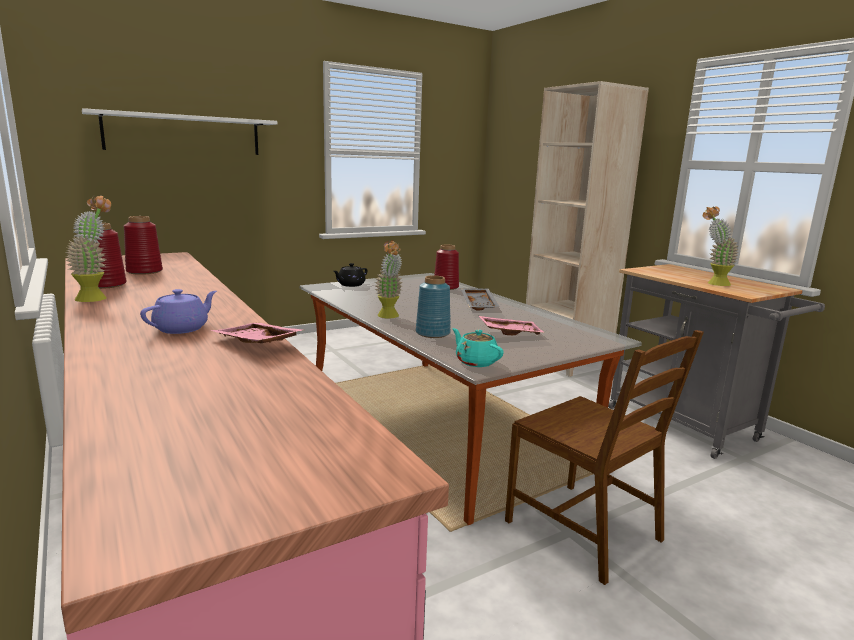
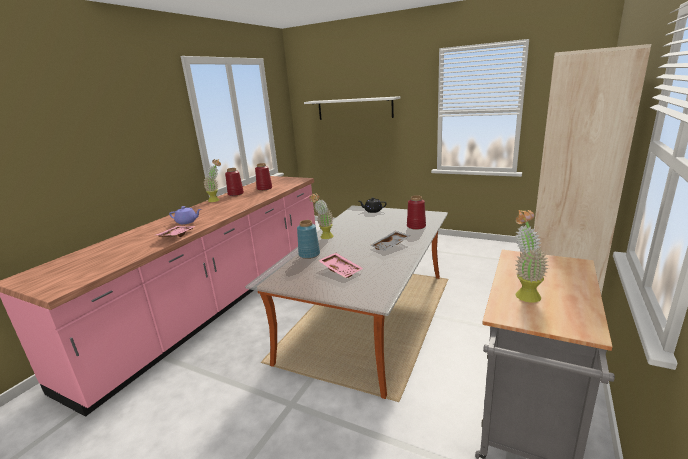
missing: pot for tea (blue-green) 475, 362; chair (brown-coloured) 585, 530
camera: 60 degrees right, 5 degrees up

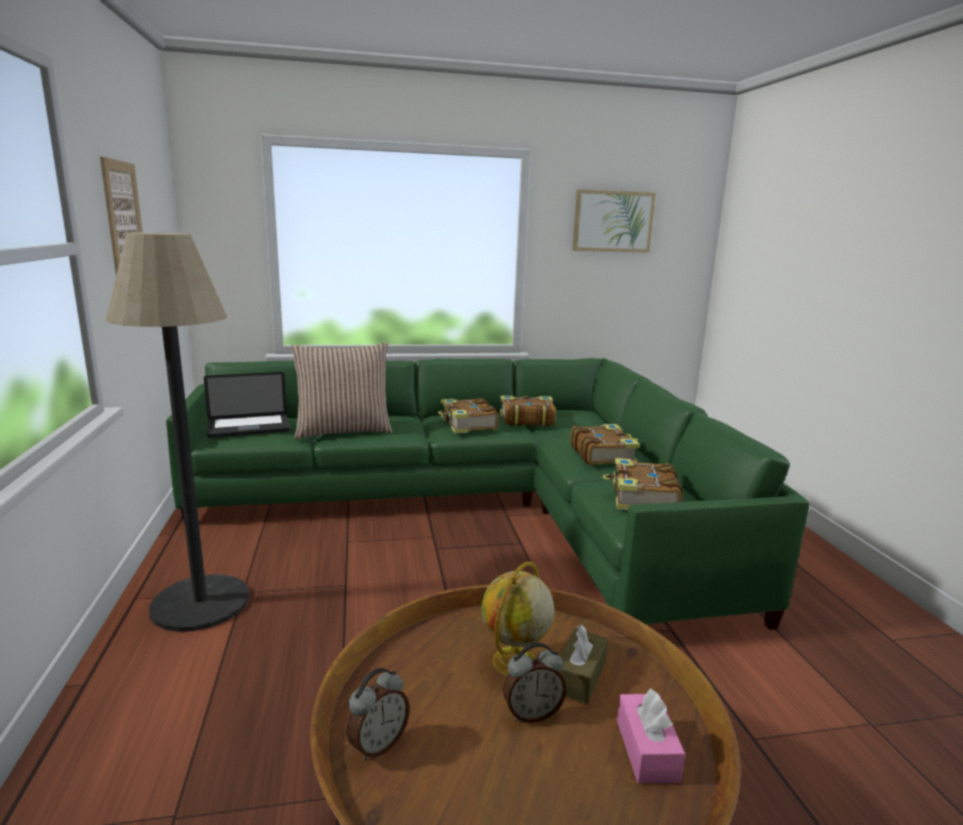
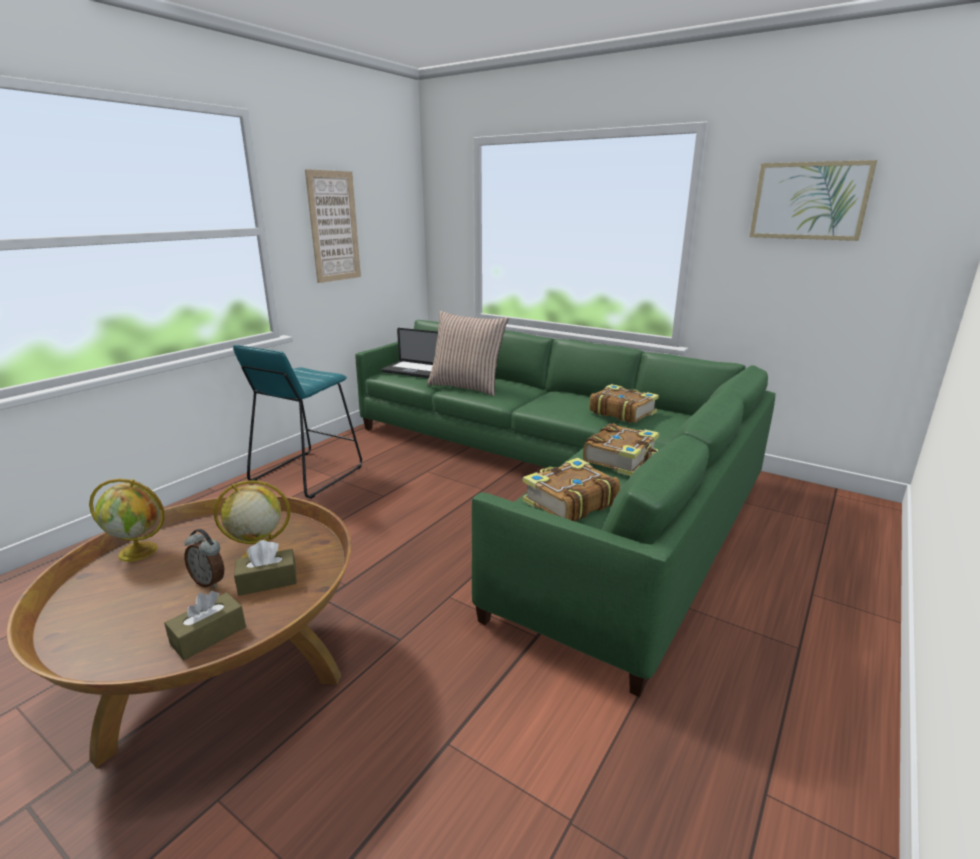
missing: volume 467, 424
exchanged: bedside clock 378, 745 to desk globe 139, 551; standard lamp 200, 603 to sitting stool (blue-green) 307, 474
colour: box of tissues (pink-coloured) 647, 750 to box of tissues (brown-coloured) 208, 635
camera: 45 degrees right, 5 degrees up

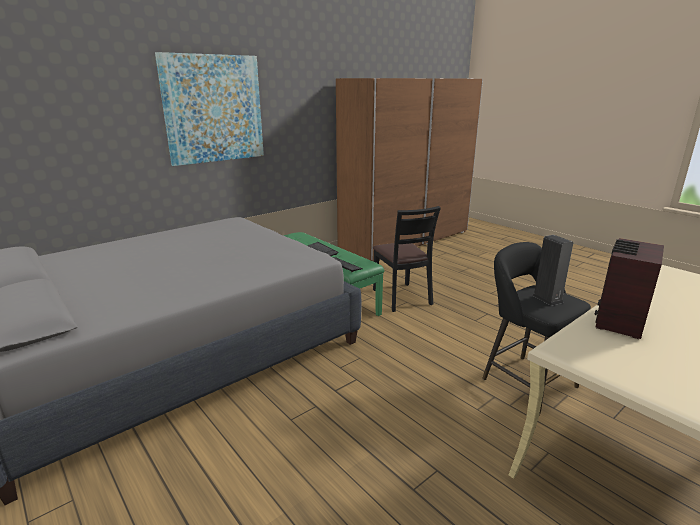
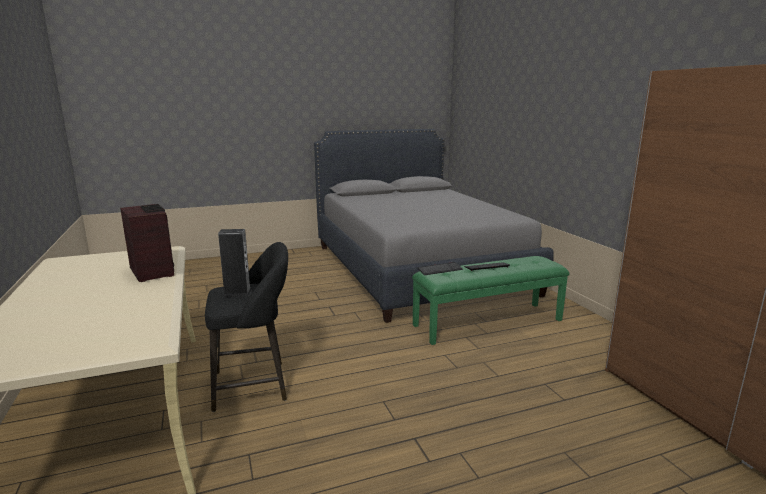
missing: wall picture 214, 109; chair (black) 401, 297
camera: 110 degrees right, 5 degrees down

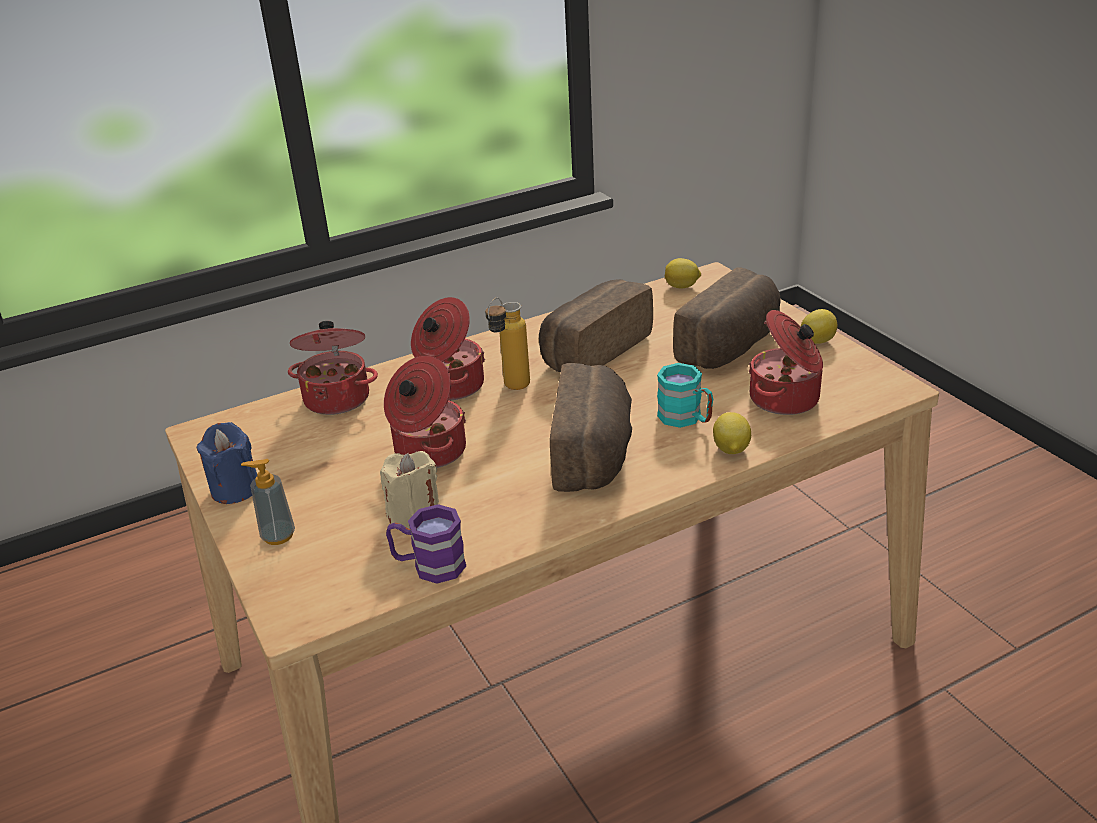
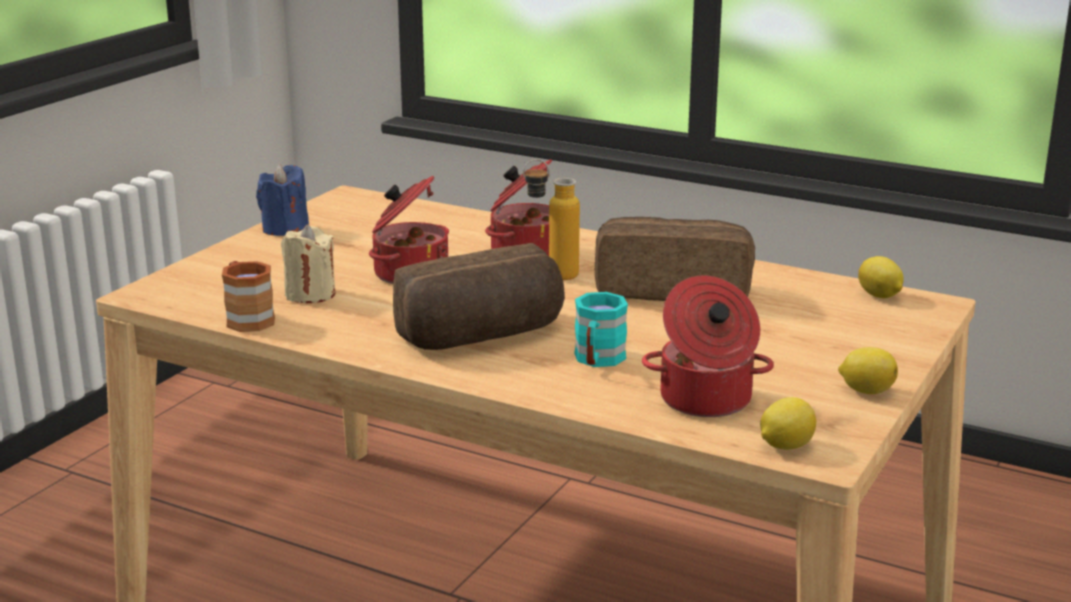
missing: liquid soap bottle 278, 536; cooking pot 338, 398; bakery bread 732, 347
relocated: whole lemon 730, 449 to 785, 446
colour: coffee mug (purple-coloured) 429, 566 to coffee mug (brown-coloured) 247, 318
camera: 55 degrees right, 10 degrees down

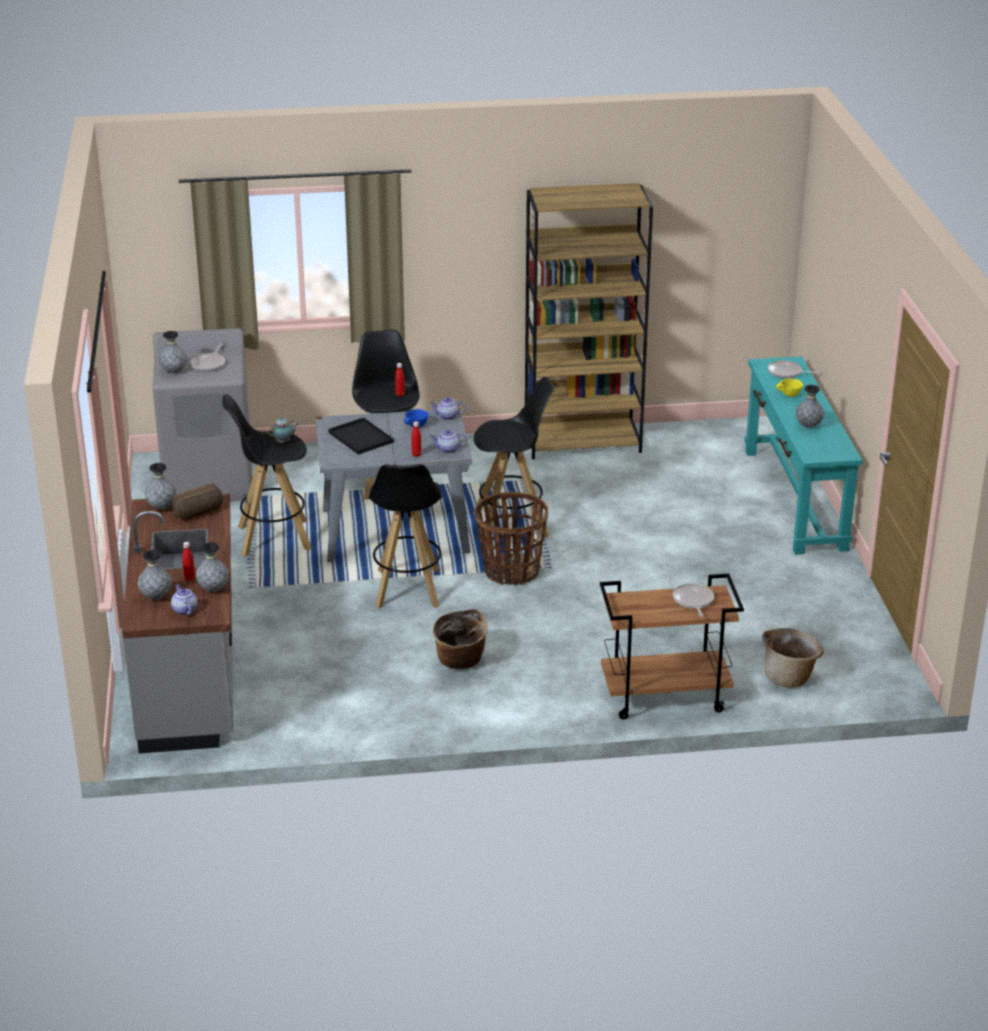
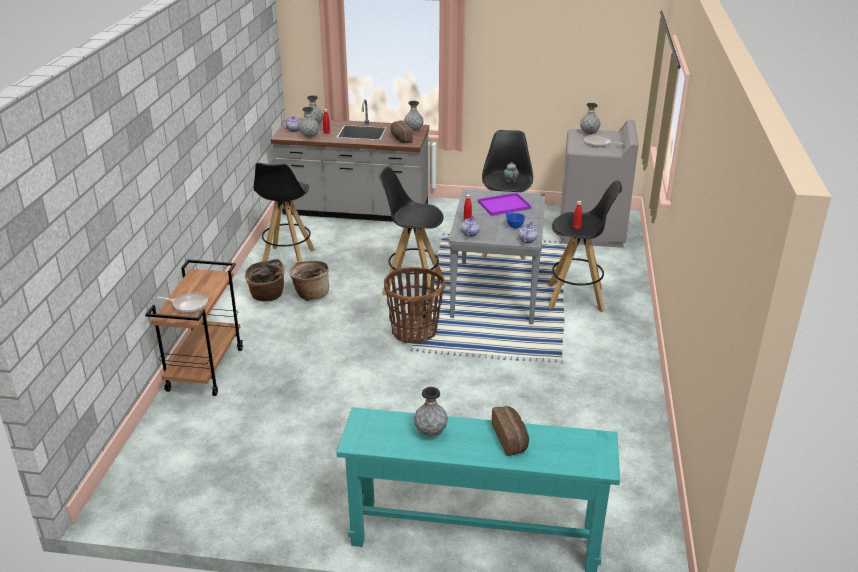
missing: shelving unit (brown-coloured) 583, 442; frying pan 786, 373
relocated: storage basket 789, 677 to 267, 296; sitting stool (black) 512, 525 to 287, 260
exchanged: bowl (yellow-coloured) 789, 395 to bakery bread 511, 439
colour: tray (black) 359, 437 to tray (purple-coloured) 504, 205
camera: 105 degrees right, 0 degrees up

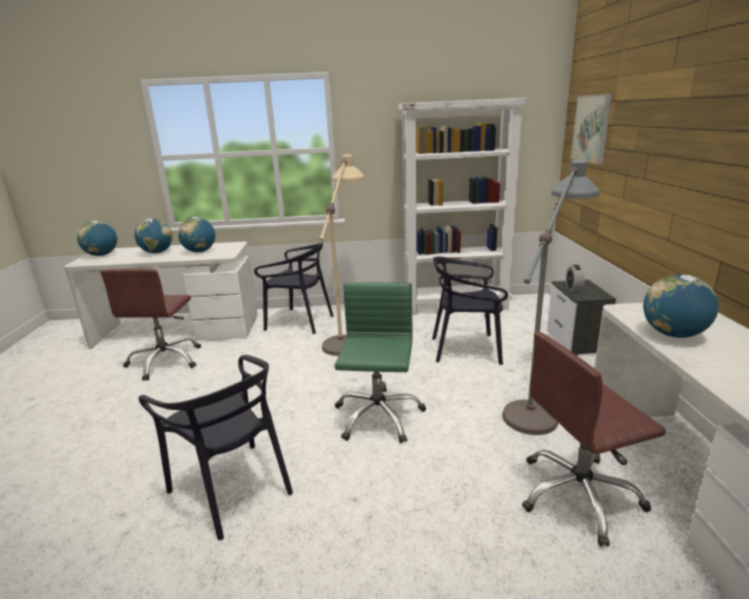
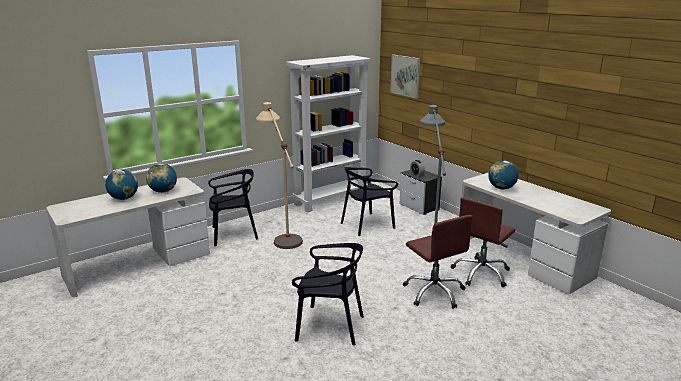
missing: desk globe 102, 255; desk chair (green-coloured) 378, 416
relocated: desk chair (brown-coloured) 165, 361 to 434, 292
camera: 35 degrees left, 0 degrees up

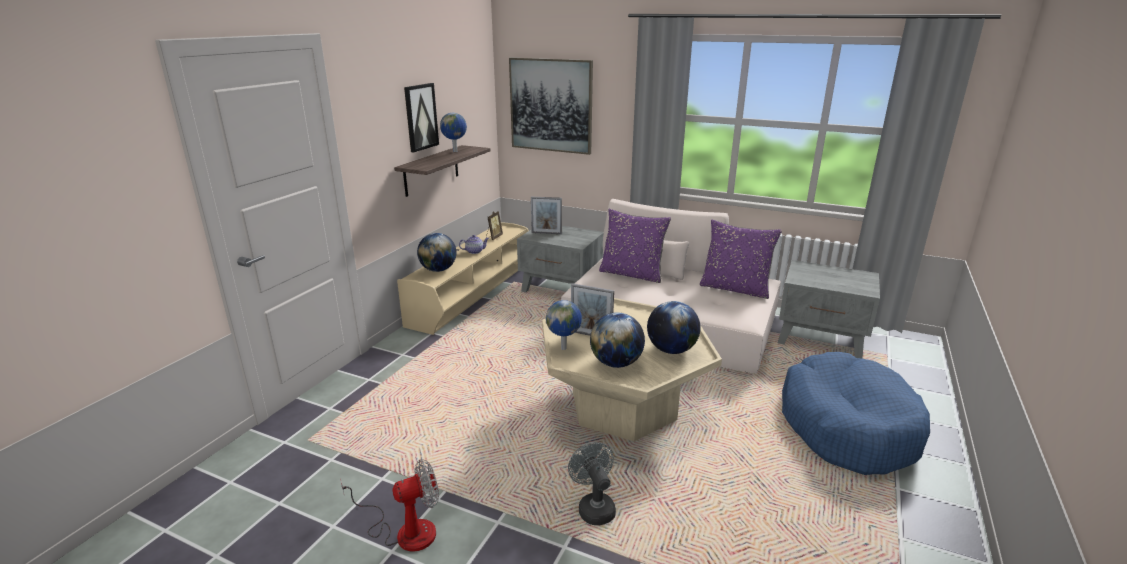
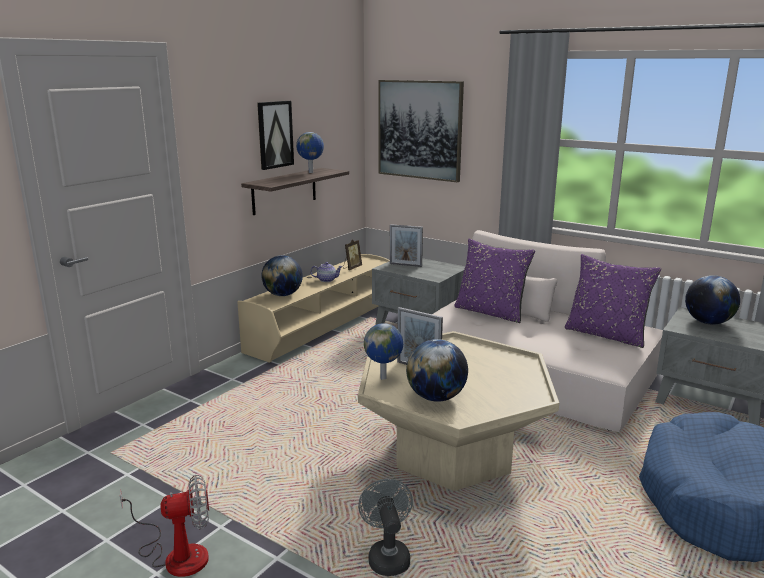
relocated: desk globe 671, 350 to 708, 322
camera: 10 degrees right, 5 degrees down

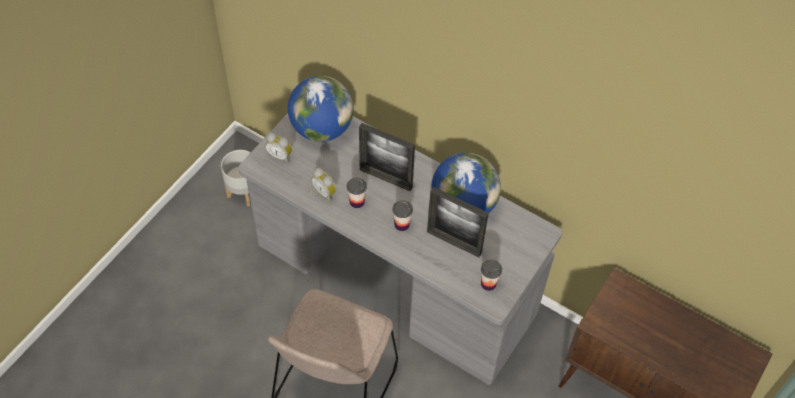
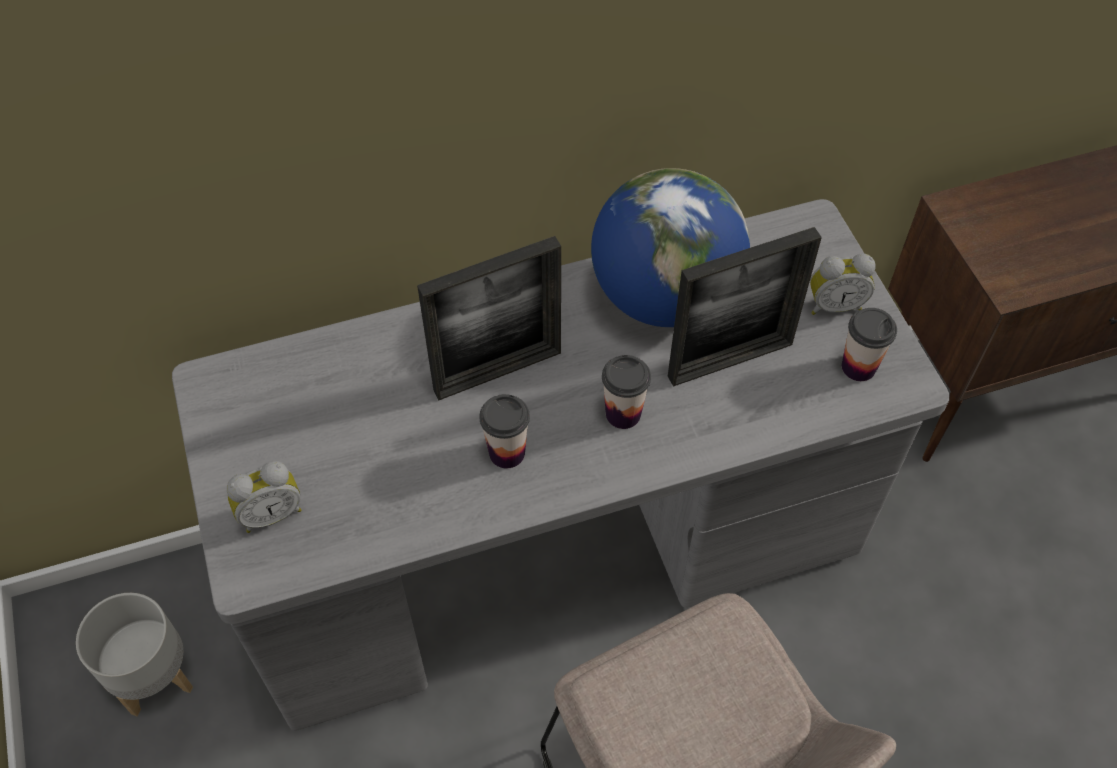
missing: desk globe 322, 129
relocated: bedside clock 325, 192 to 834, 304
camera: 50 degrees left, 0 degrees up

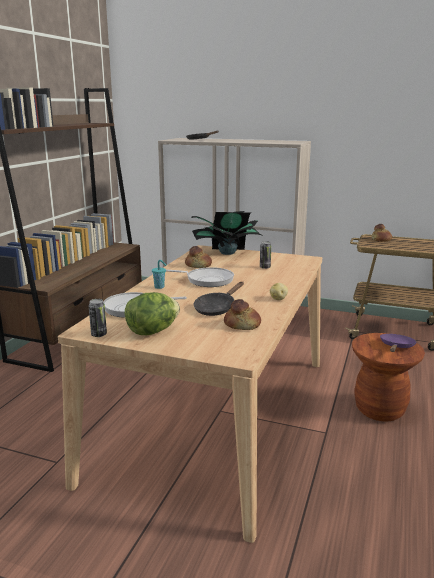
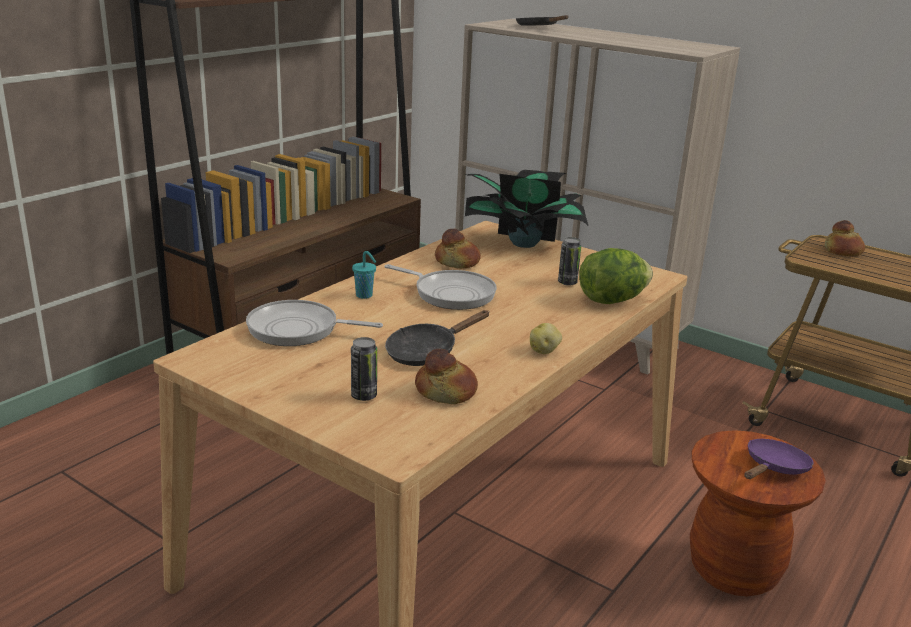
relocated: sealed can 99, 334 to 364, 396; head of lettuce 152, 331 to 612, 300
camera: 15 degrees right, 5 degrees up

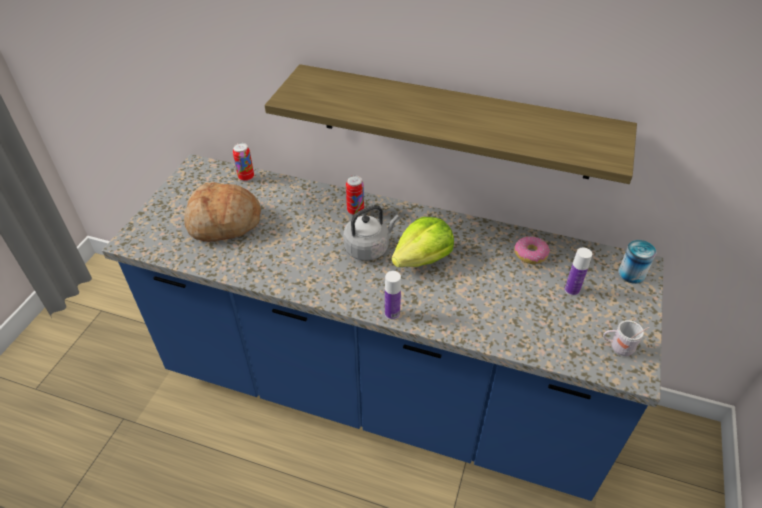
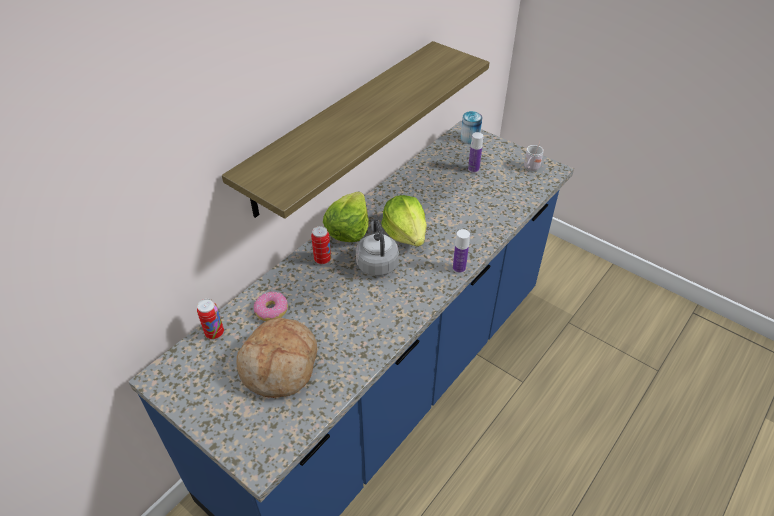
appeared: head of lettuce 348, 229
relocated: donut 530, 254 to 271, 310
camera: 70 degrees left, 0 degrees up

